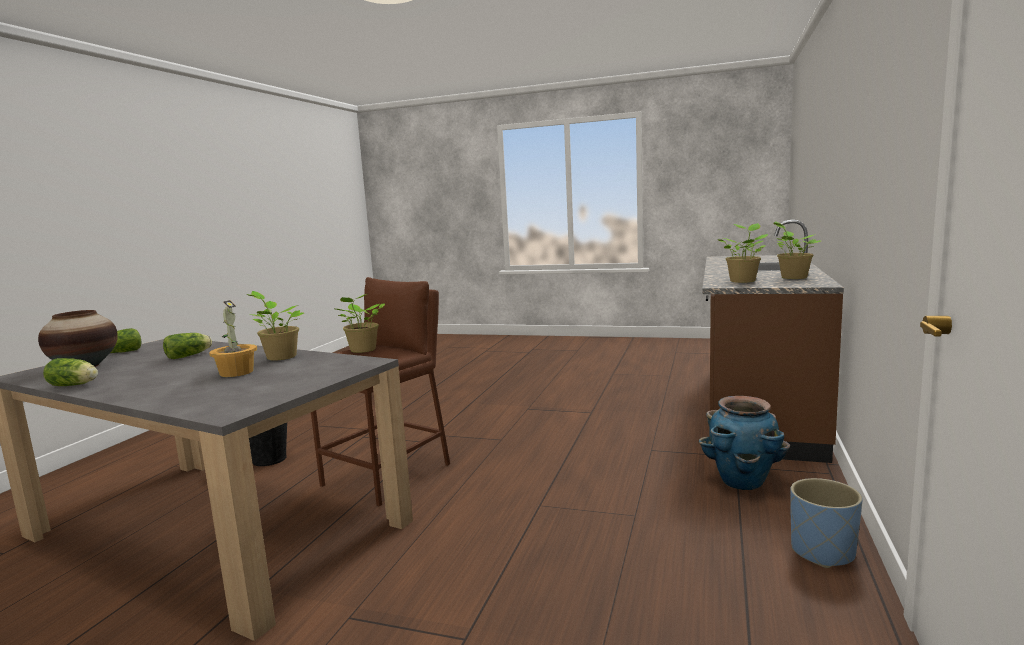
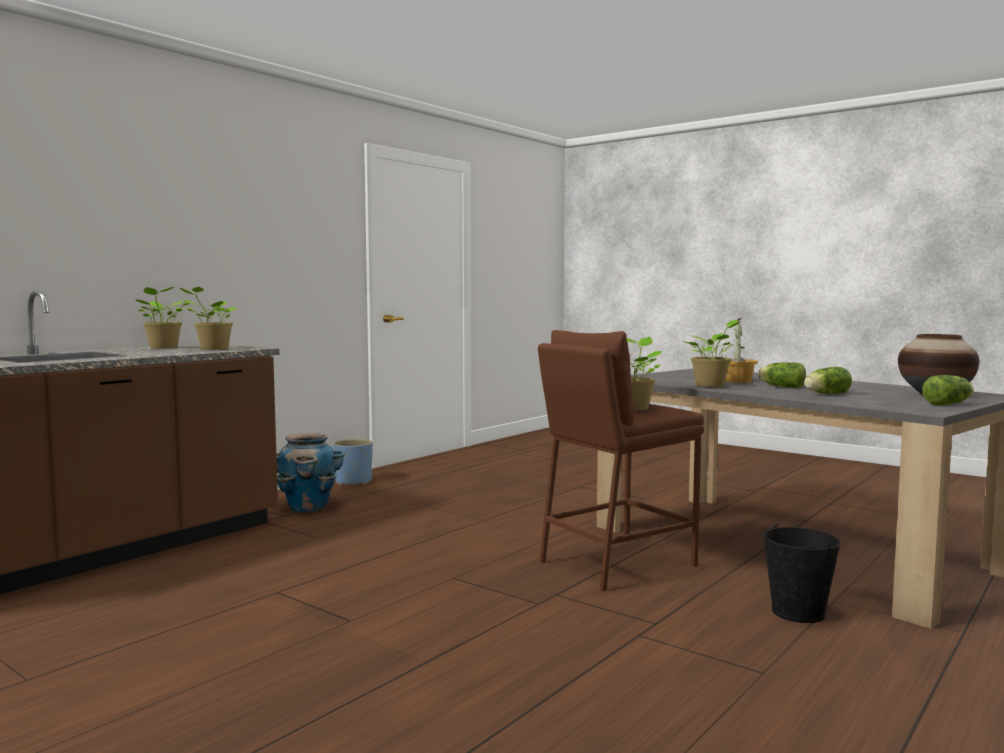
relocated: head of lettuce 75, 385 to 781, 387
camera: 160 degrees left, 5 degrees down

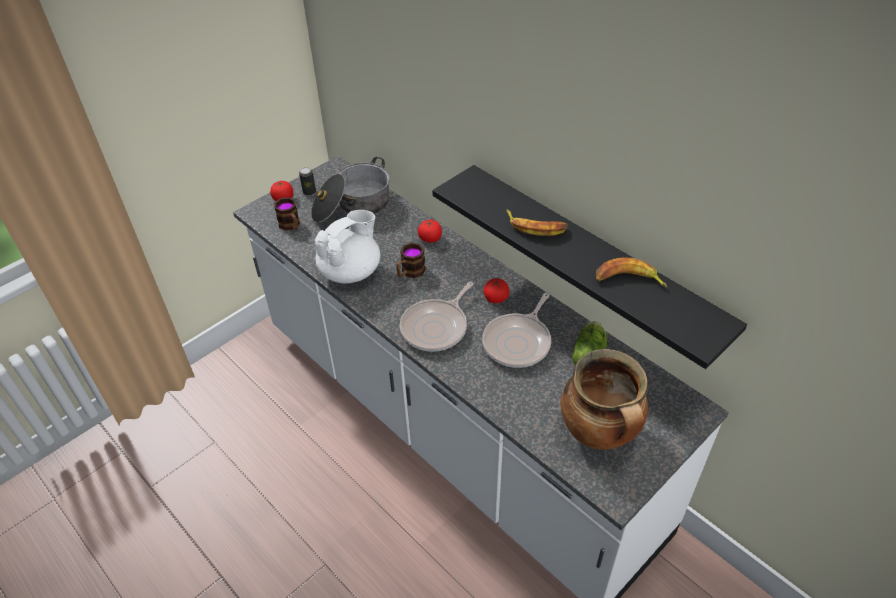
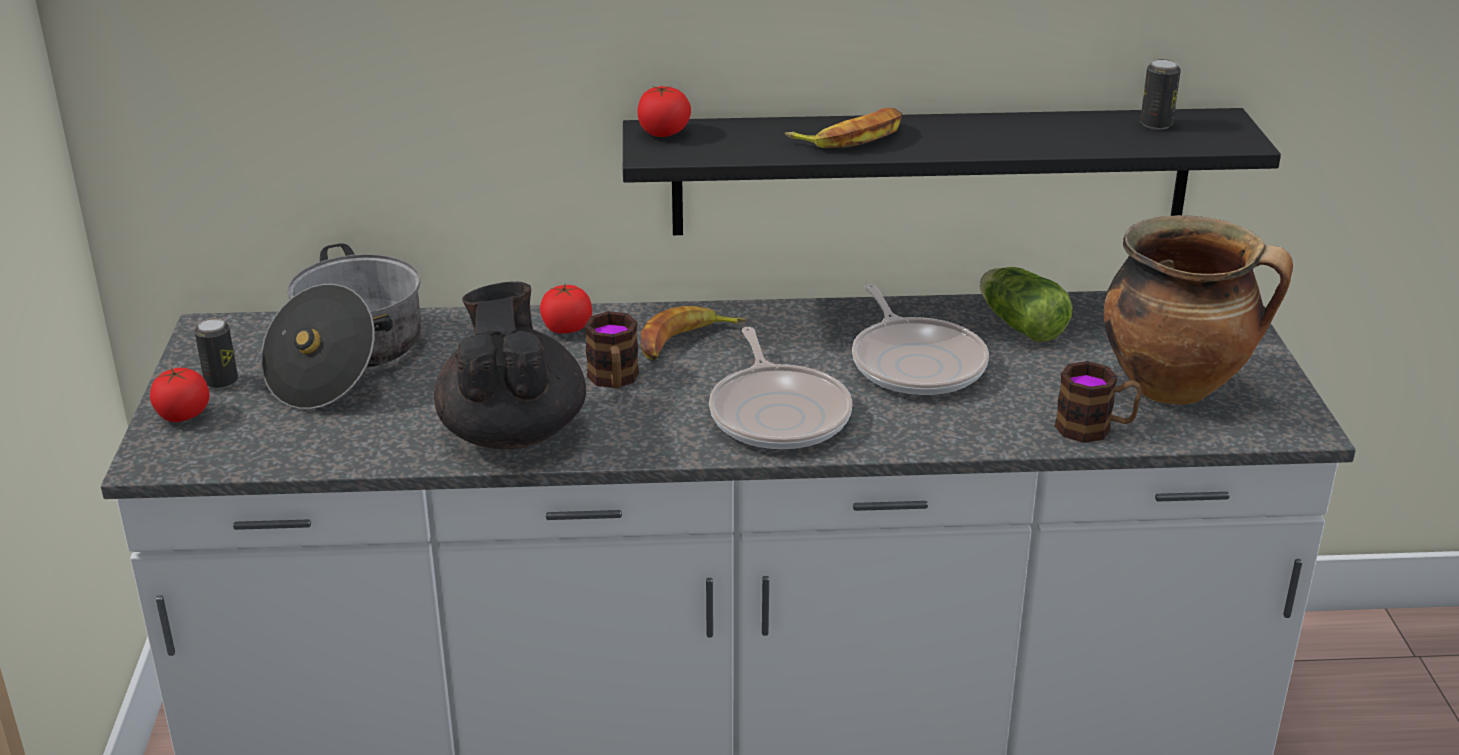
appeared: sealed can 1156, 124
relocated: tomato 496, 298 to 664, 133; banana 628, 280 to 686, 341; coffee mug 291, 226 to 1095, 428
colour: pot for tea (white-coloured) 351, 271 to pot for tea (black) 512, 431
camera: 50 degrees left, 15 degrees down

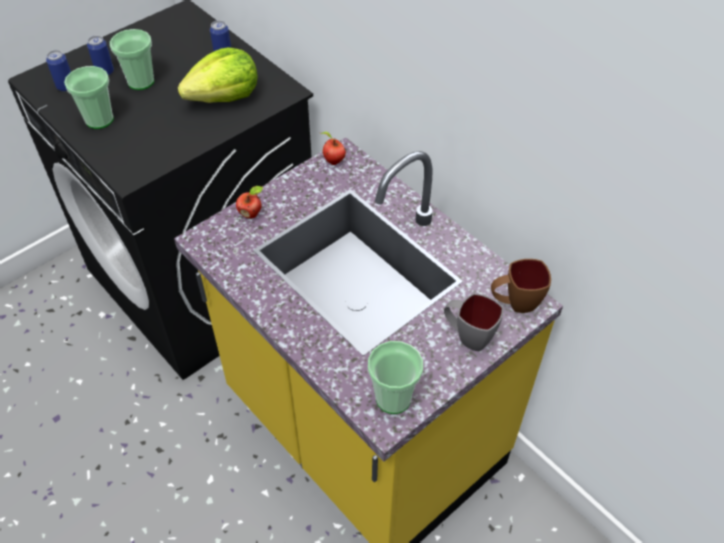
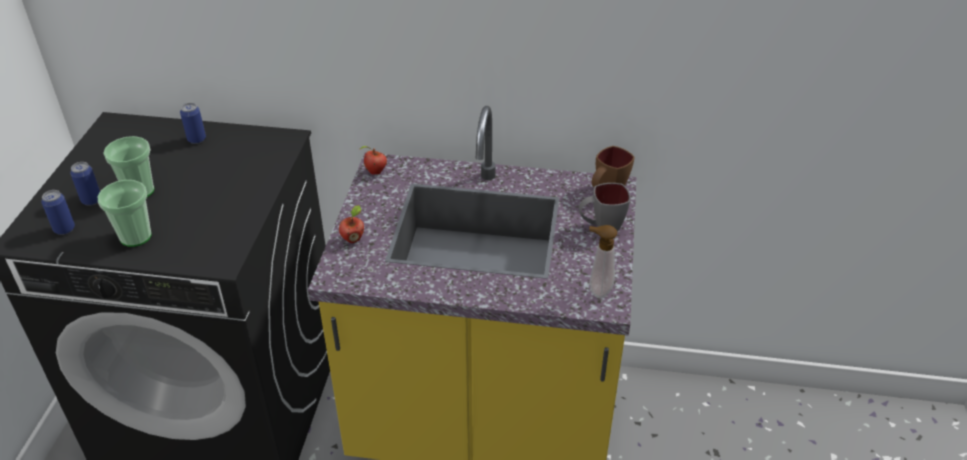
missing: head of lettuce 225, 97
exchanged: cup 393, 398 to liquid soap bottle 598, 290
camera: 40 degrees left, 10 degrees down

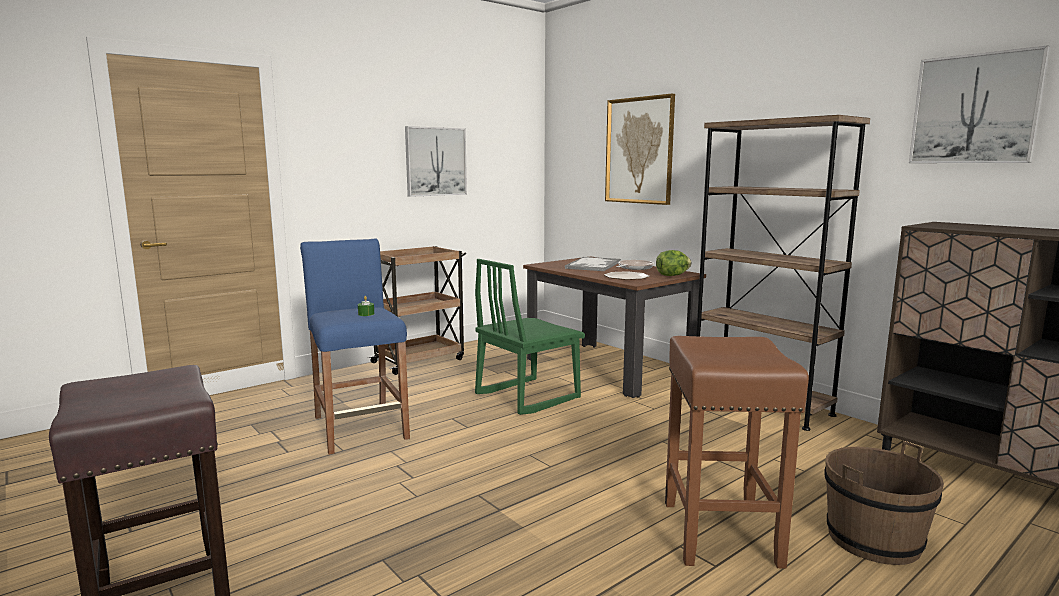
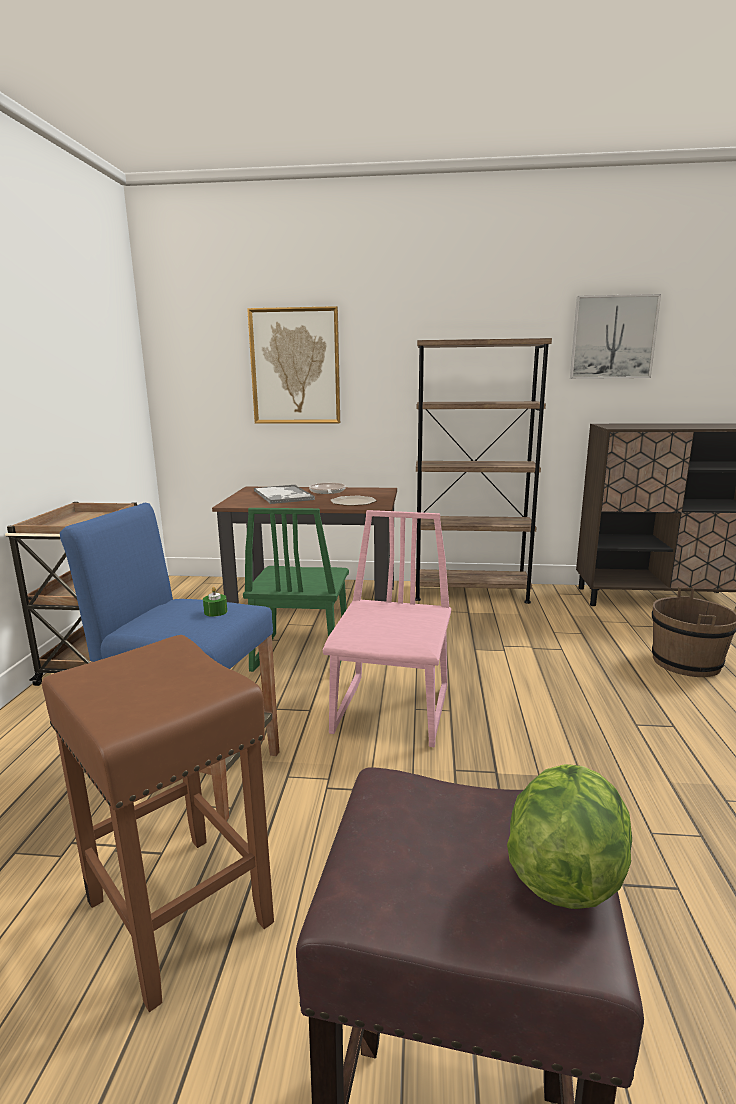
missing: wall picture 435, 161
appeared: chair (pink-coloured) 393, 711
relocated: sitting stool (brown-coloured) 721, 534 to 181, 913; head of lettuce 672, 275 to 565, 872
camera: 45 degrees left, 5 degrees up

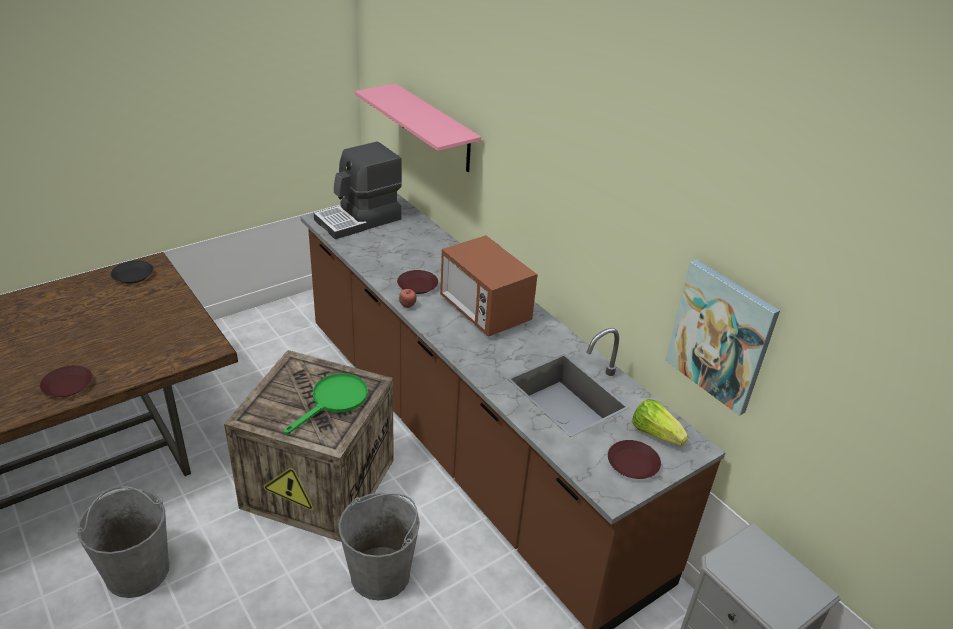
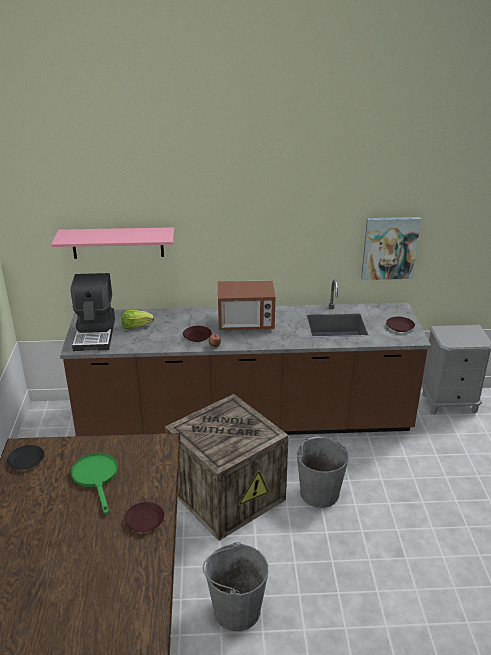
relocated: frying pan (green-coloured) 334, 401 to 96, 477; head of lettuce 655, 433 to 136, 326
camera: 55 degrees left, 5 degrees down

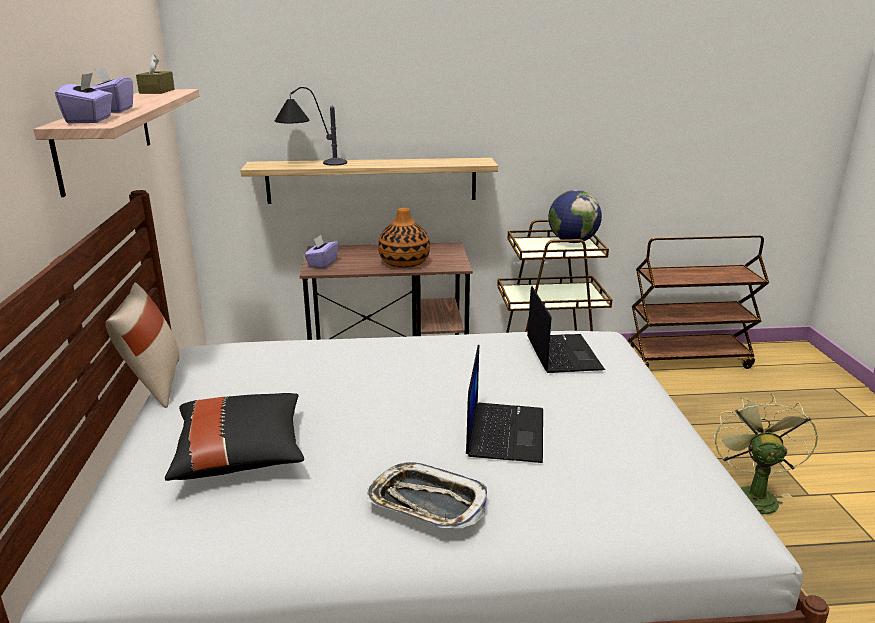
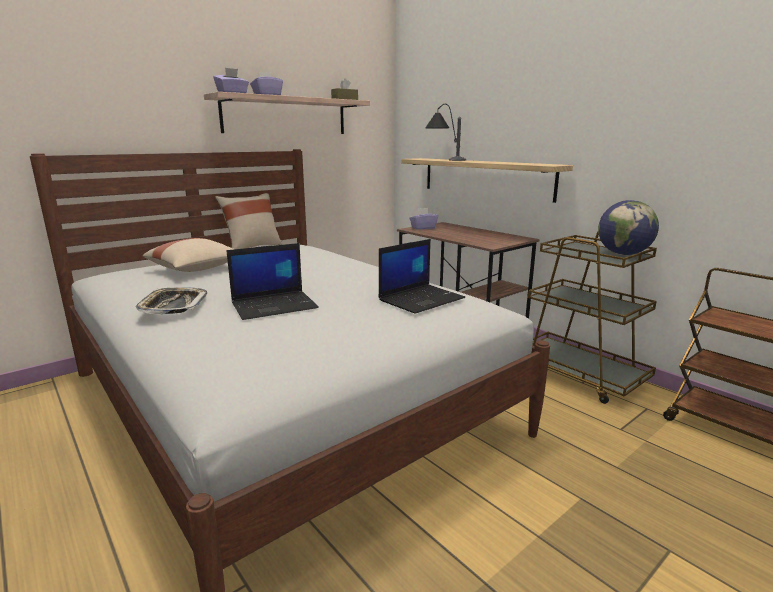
missing: flower vase 404, 262; fan (green-coloured) 751, 494
colour: pillow (black) 241, 454 to pillow (beige-coloured) 196, 269
camera: 55 degrees right, 5 degrees down

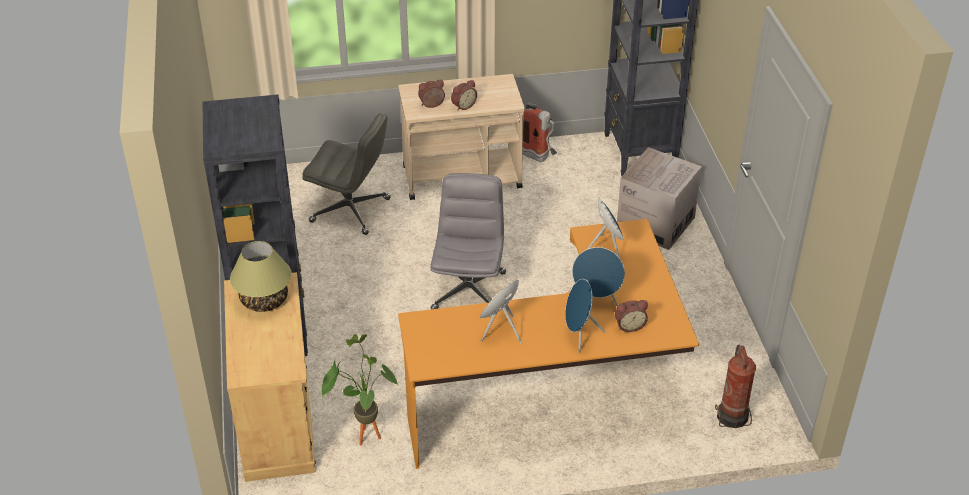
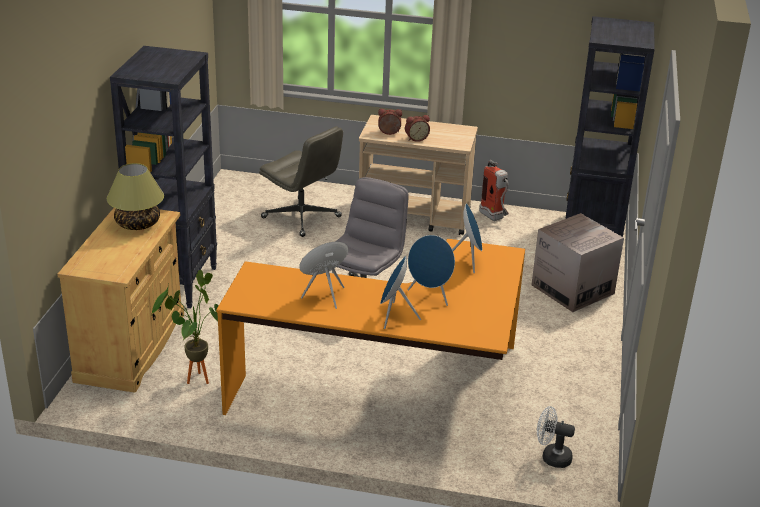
missing: bedside clock 629, 325
exchanged: fire-fighting cylinder 732, 415 to fan (white-coloured) 551, 457
camera: 20 degrees right, 10 degrees down

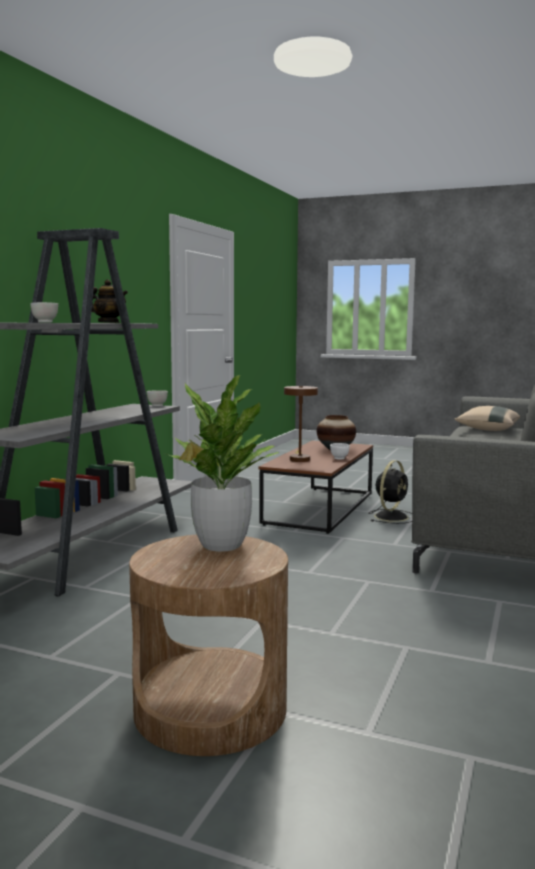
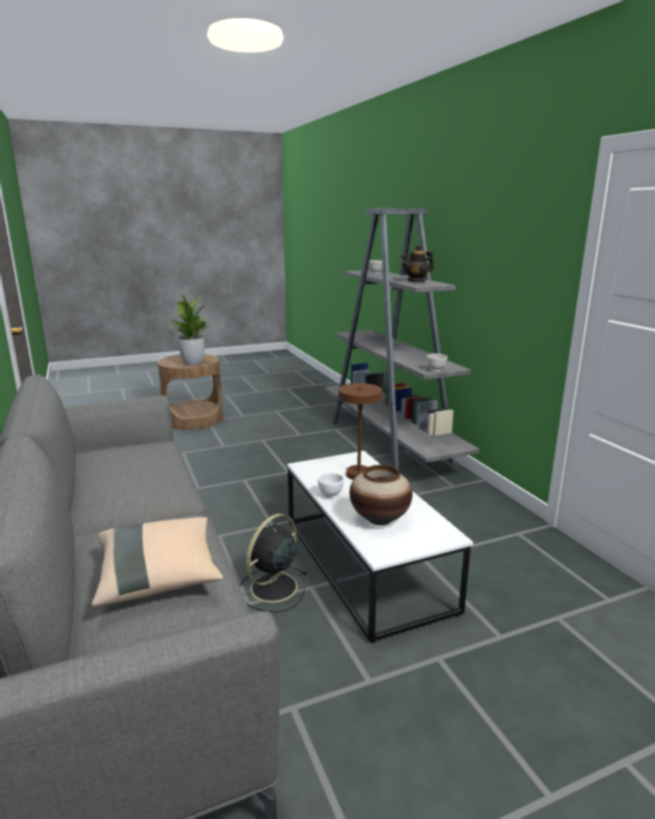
colour: low table (brown-coloured) 319, 508 to low table (white-coloured) 366, 563
spun: fan (black) 392, 516 = 272, 588 45 degrees clockwise
camera: 135 degrees right, 10 degrees up

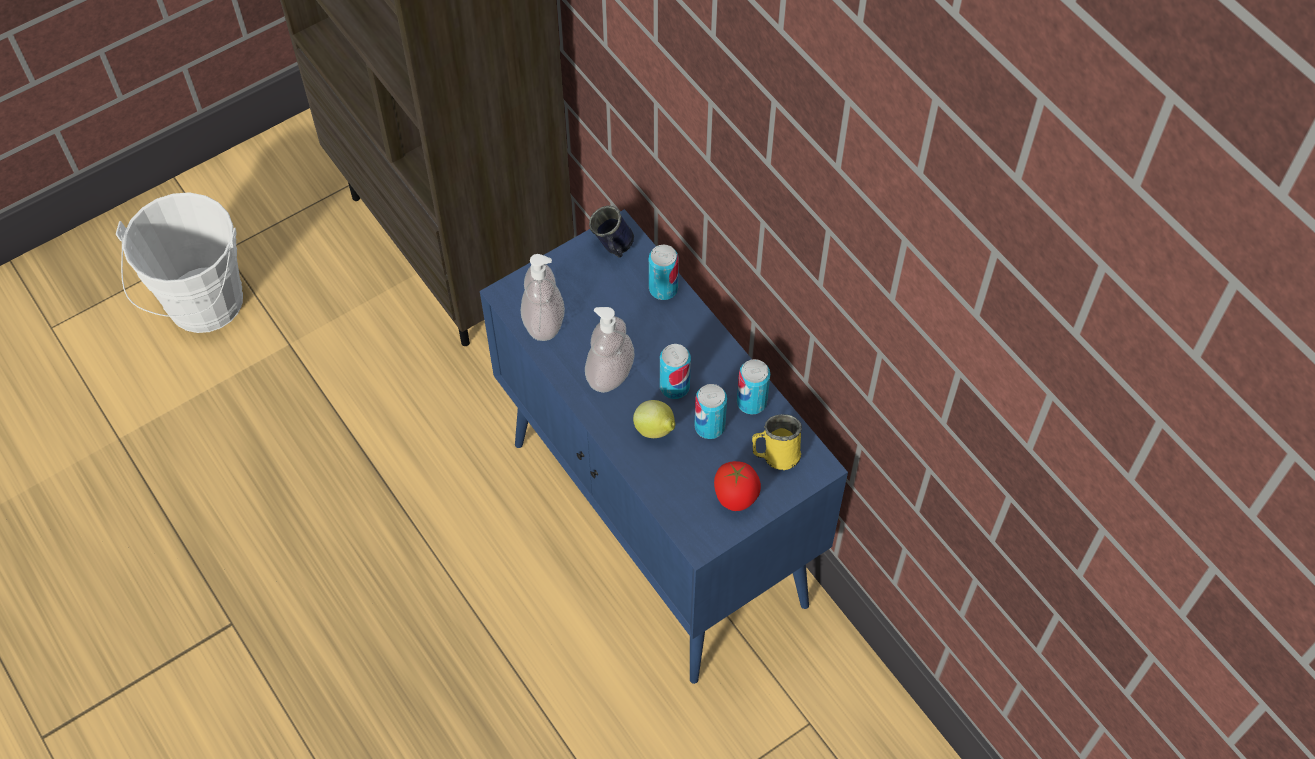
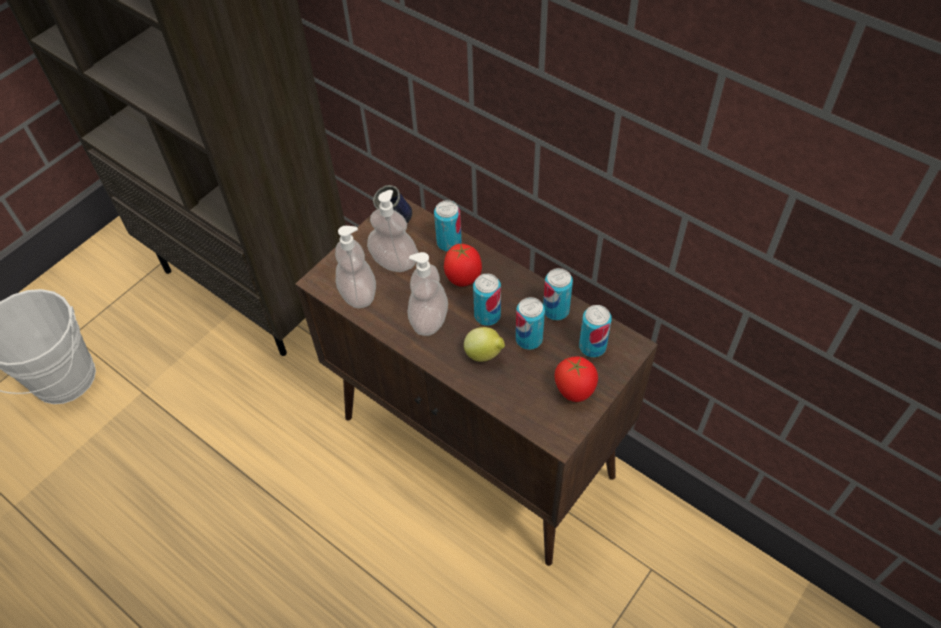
appeared: liquid soap bottle 394, 261; tomato 463, 279
exchanged: coffee mug (yellow-coloured) 775, 455 to sealed can 592, 347
colour: cabinet (bluish) 660, 526 to cabinet (brown-coloured) 479, 448
camera: 15 degrees left, 5 degrees down

